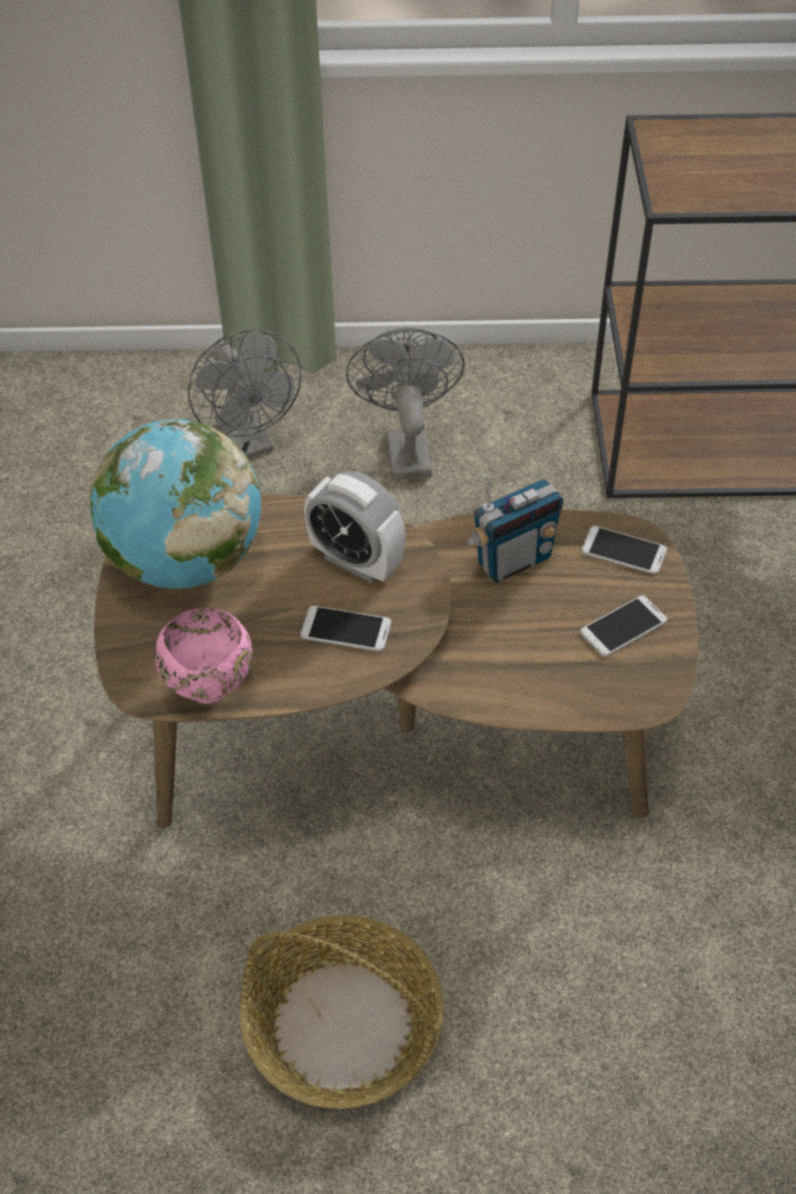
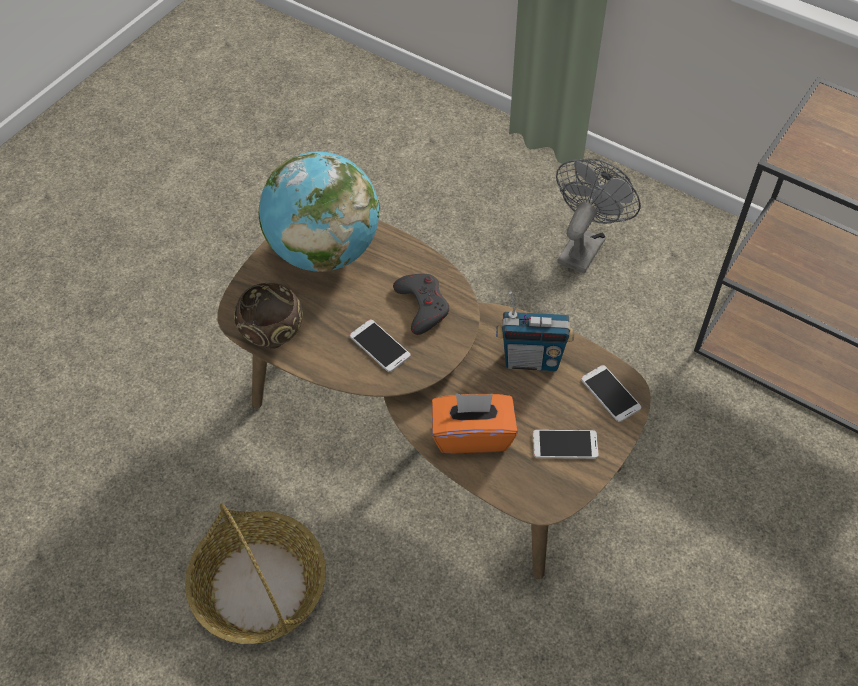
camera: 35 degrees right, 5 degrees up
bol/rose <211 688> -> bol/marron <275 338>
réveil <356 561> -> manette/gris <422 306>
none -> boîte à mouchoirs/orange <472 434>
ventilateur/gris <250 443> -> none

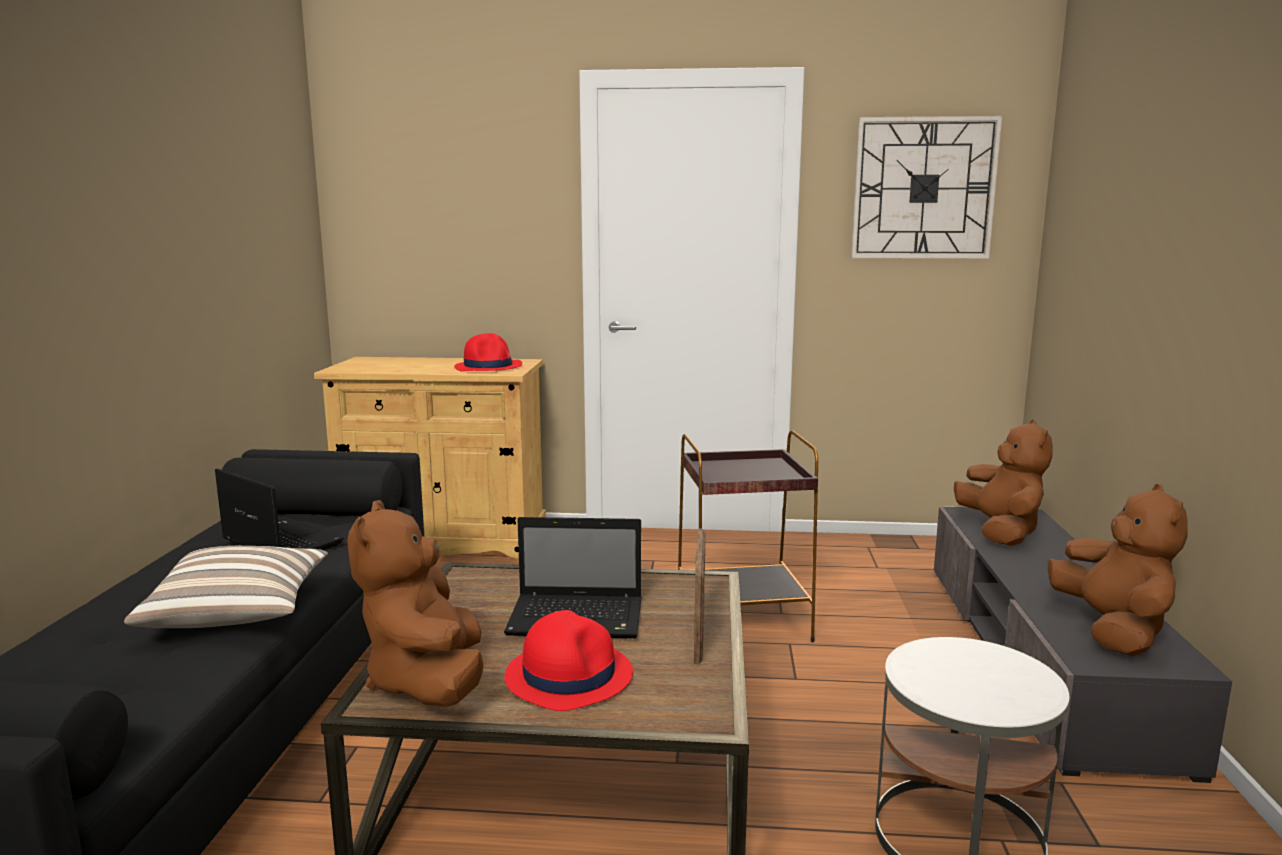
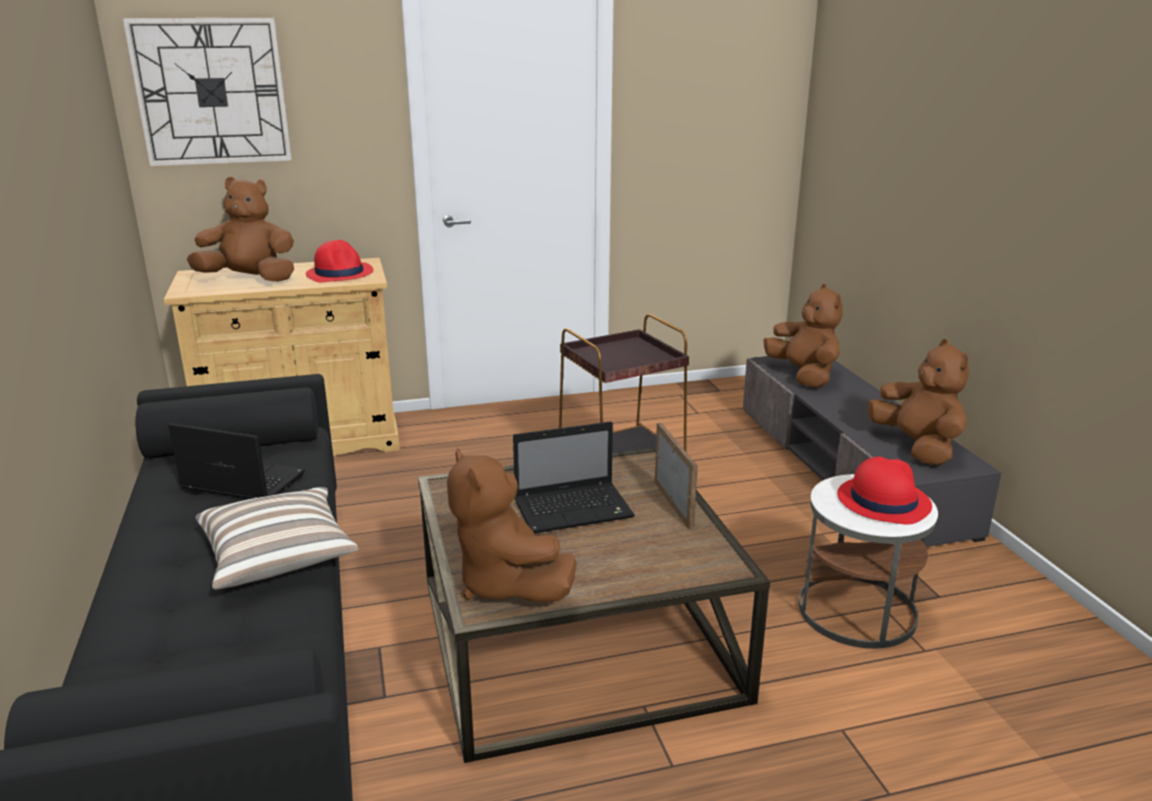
camera: 20 degrees left, 10 degrees up
horloge murale <923 188> -> horloge murale <211 92>, relocated
none -> peluche/marron <250 279>
chapeau/rouge <569 675> -> chapeau/rouge <883 501>, relocated

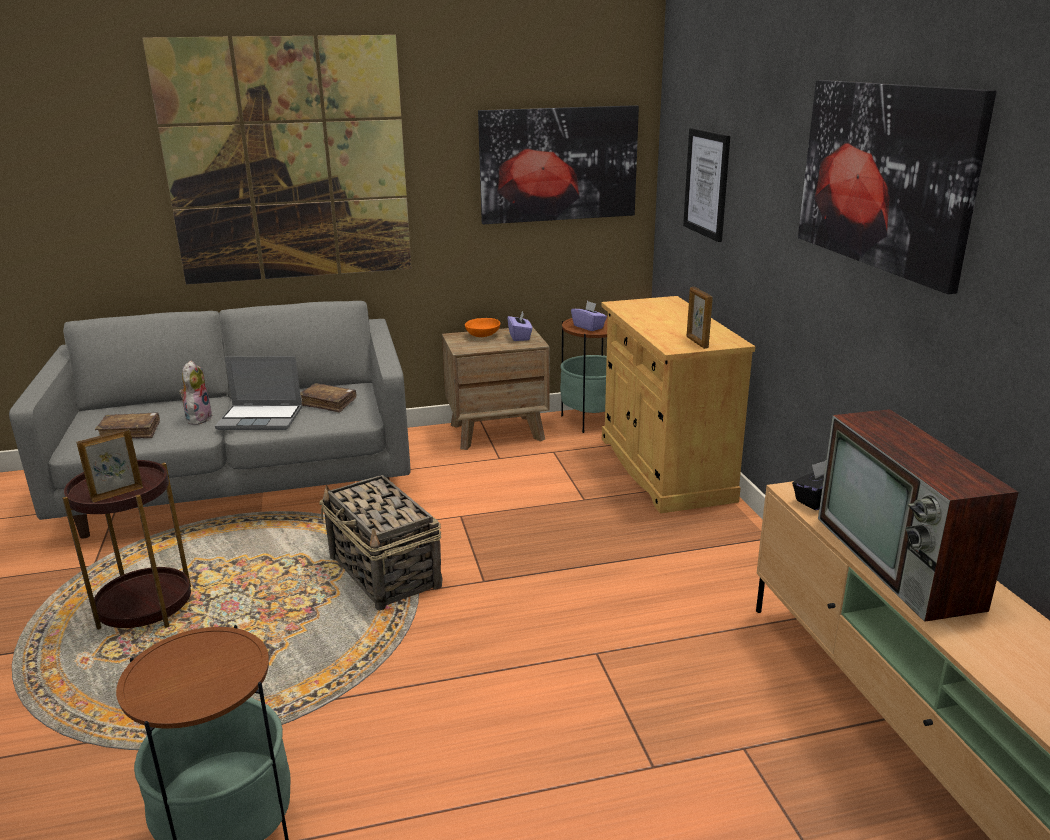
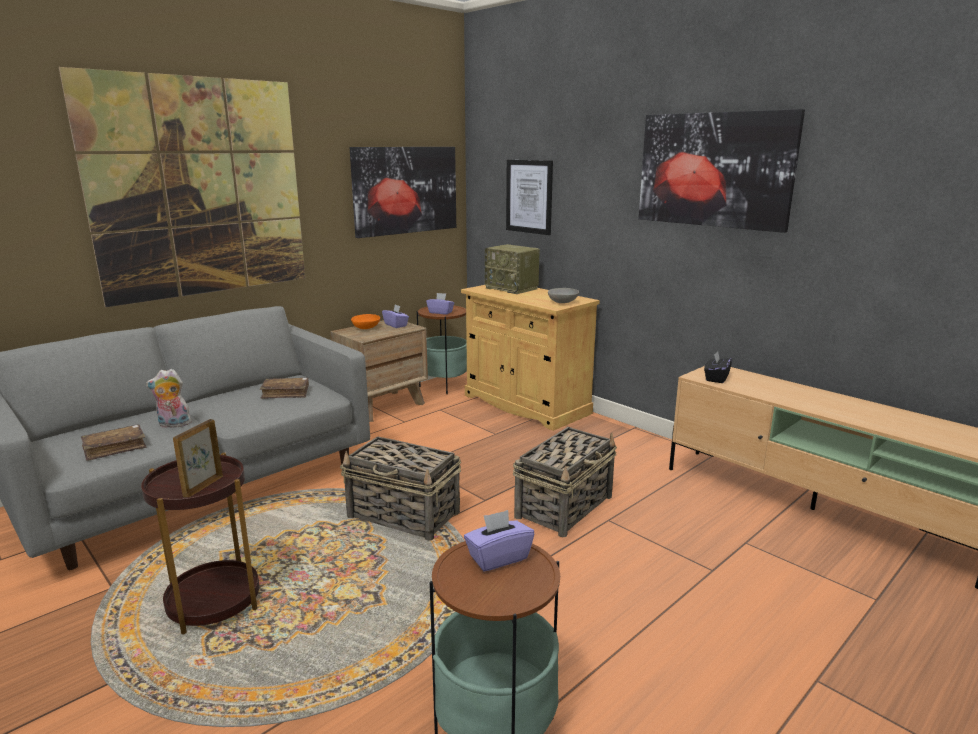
camera: 30 degrees left, 5 degrees down
peluche <198 418> -> peluche <173 425>, 75 degrees counterclockwise
none -> boîte à mouchoirs/violet <498 557>
none -> radio <512 288>
none -> panier <565 506>
cadre photo <696 342> -> bol/gris <563 302>
ordinateur portable <262 418> -> none
téléviseur <899 563> -> none

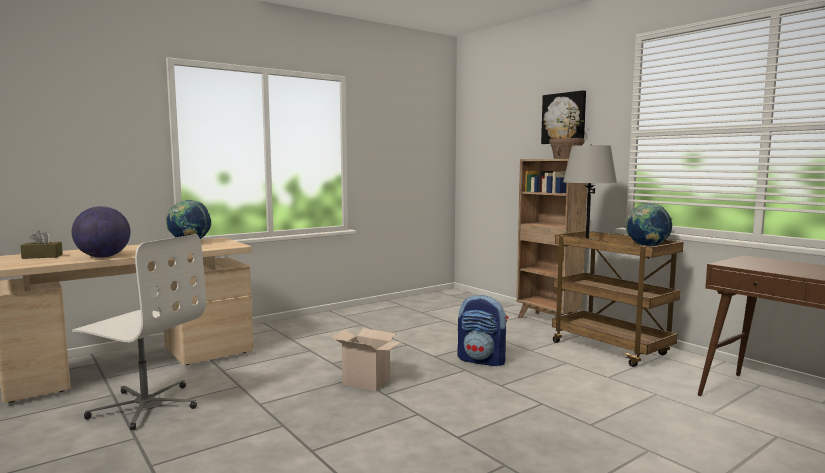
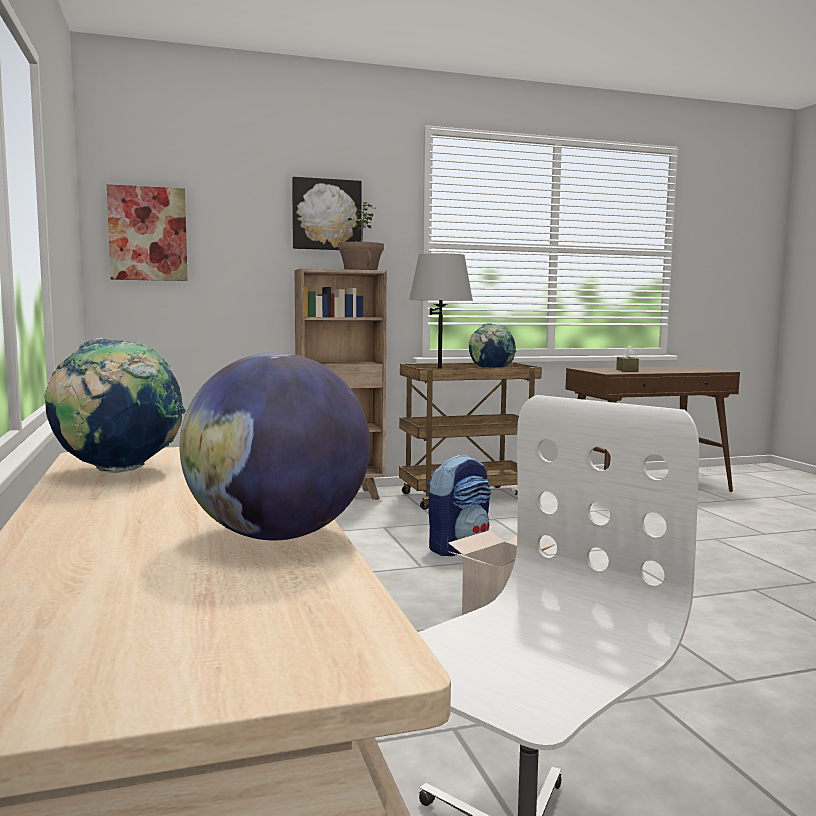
camera: 70 degrees left, 0 degrees up
none -> tableau <148 234>
boîte à mouchoirs/marron <42 256> -> boîte à mouchoirs/marron <627 370>, relocated

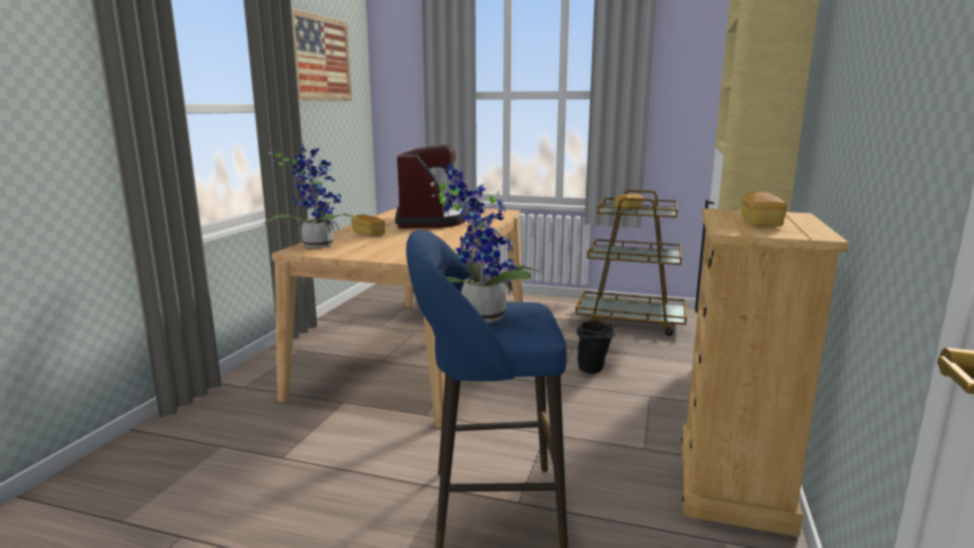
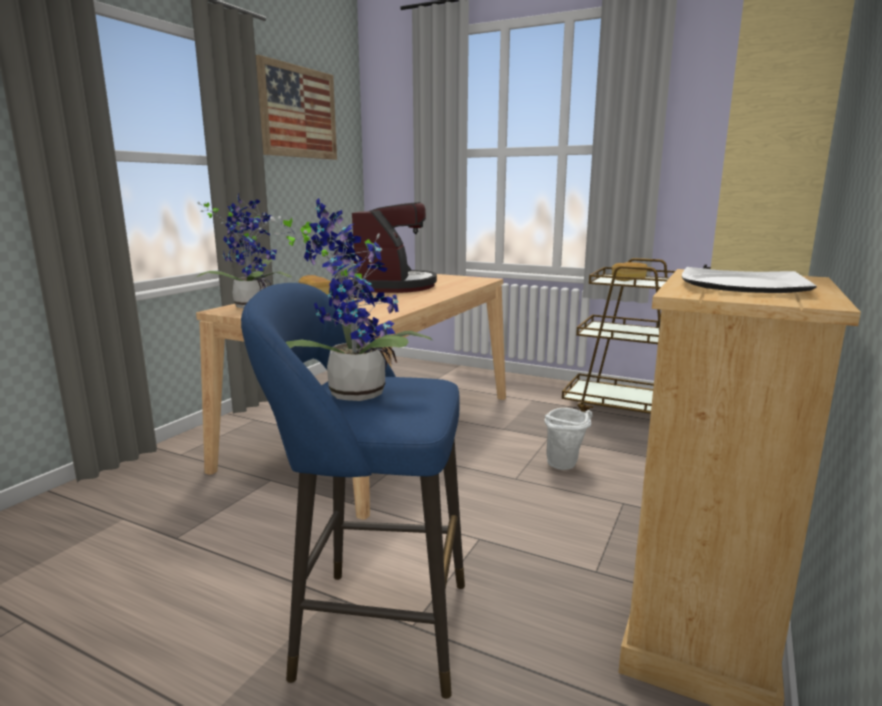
camera: 10 degrees right, 0 degrees up
seau/noir <594 371> -> seau/blanc <565 466>
pain <760 223> -> assiette <741 286>

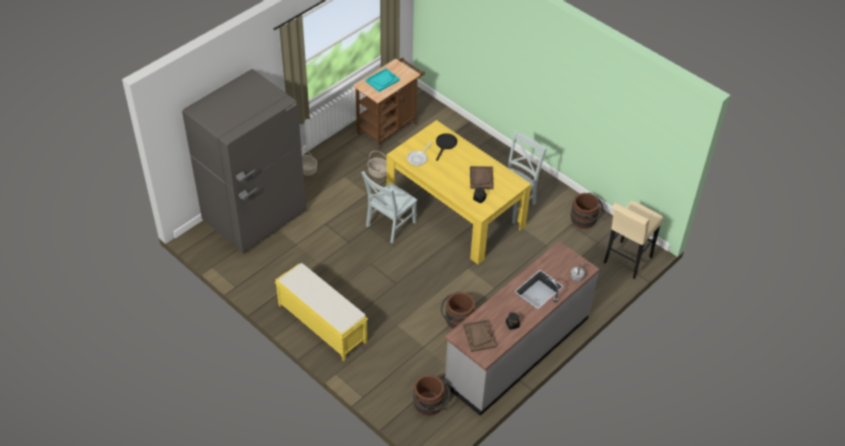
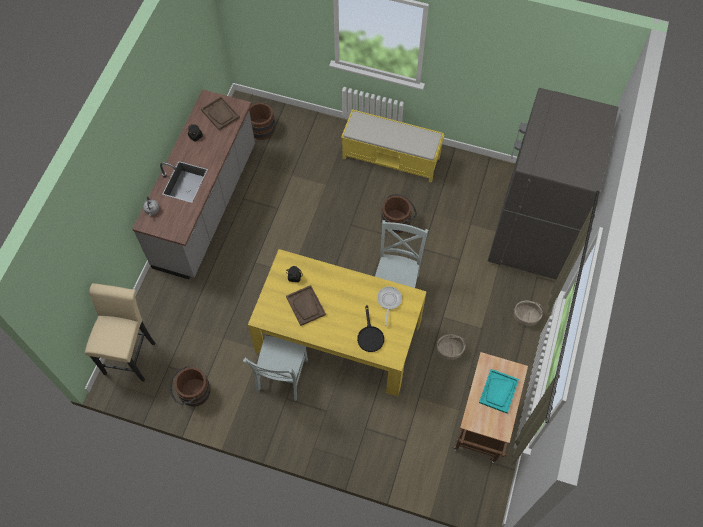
camera: 155 degrees right, 15 degrees up
seau/marron <456 320> -> seau/marron <398 220>, relocated

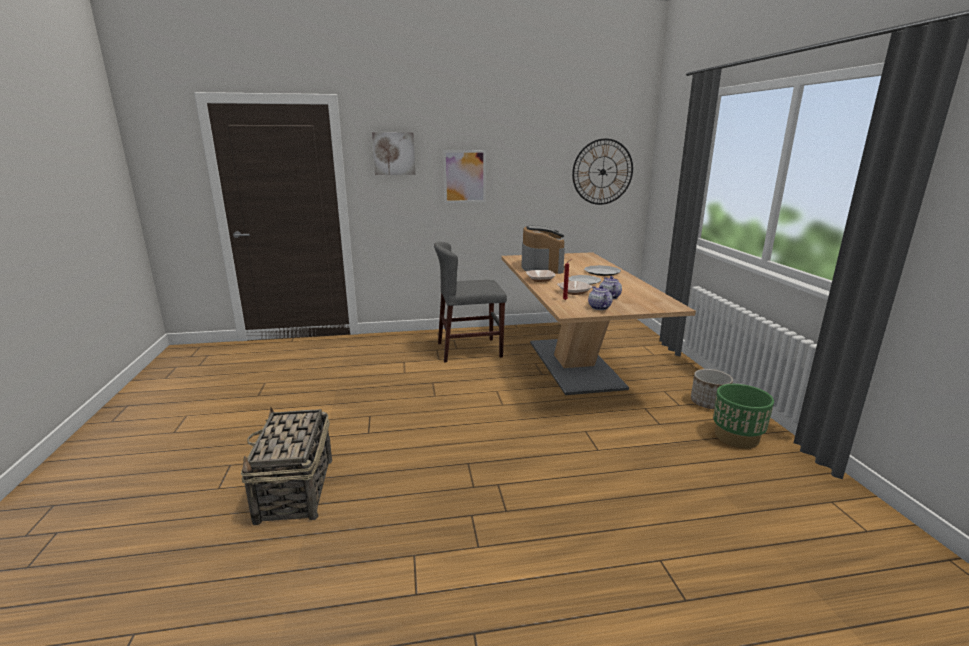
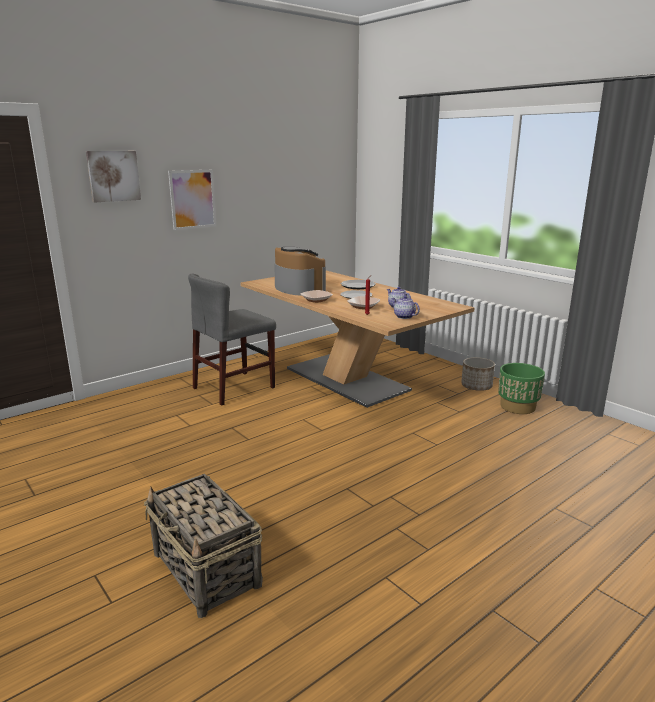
camera: 30 degrees left, 0 degrees up
horloge murale <602 172> -> none

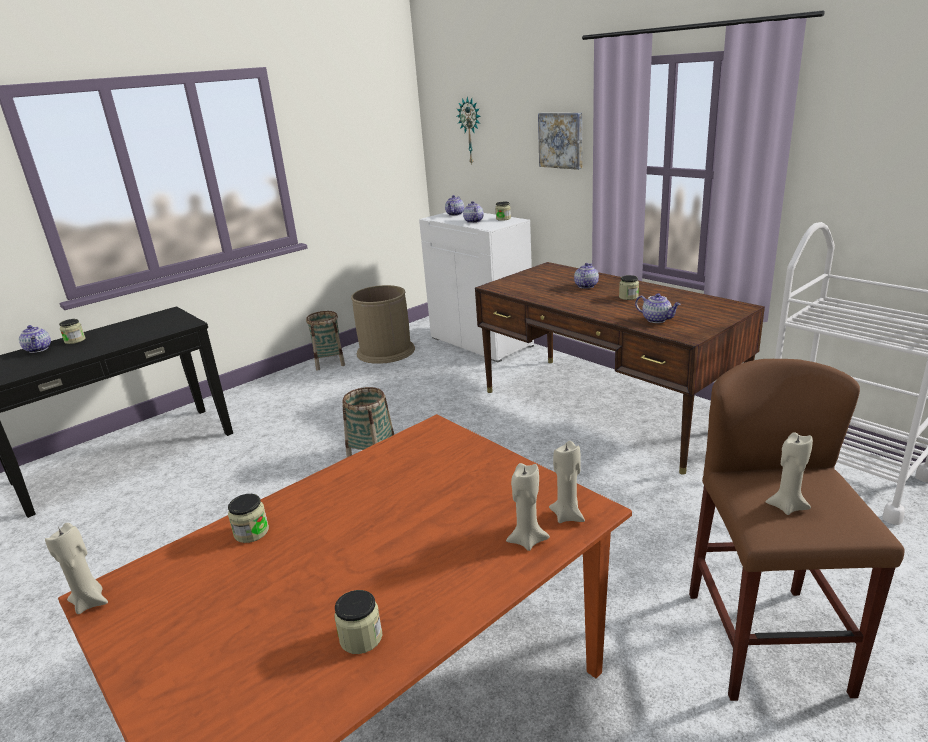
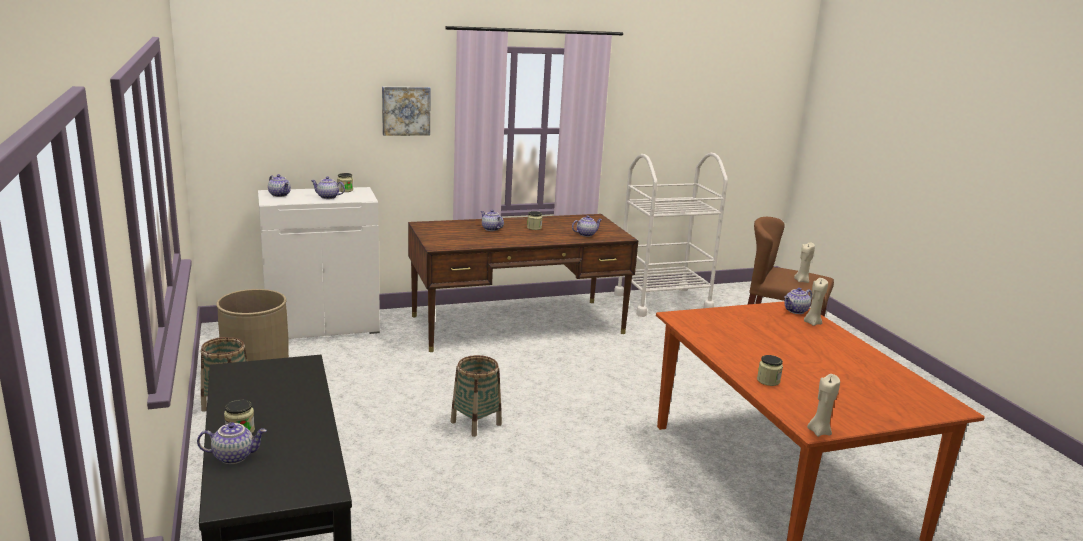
camera: 70 degrees left, 5 degrees down
bougie/beige <567 515> -> théière <796 311>
bocal <361 637> -> none
horloge murale <471 131> -> none

